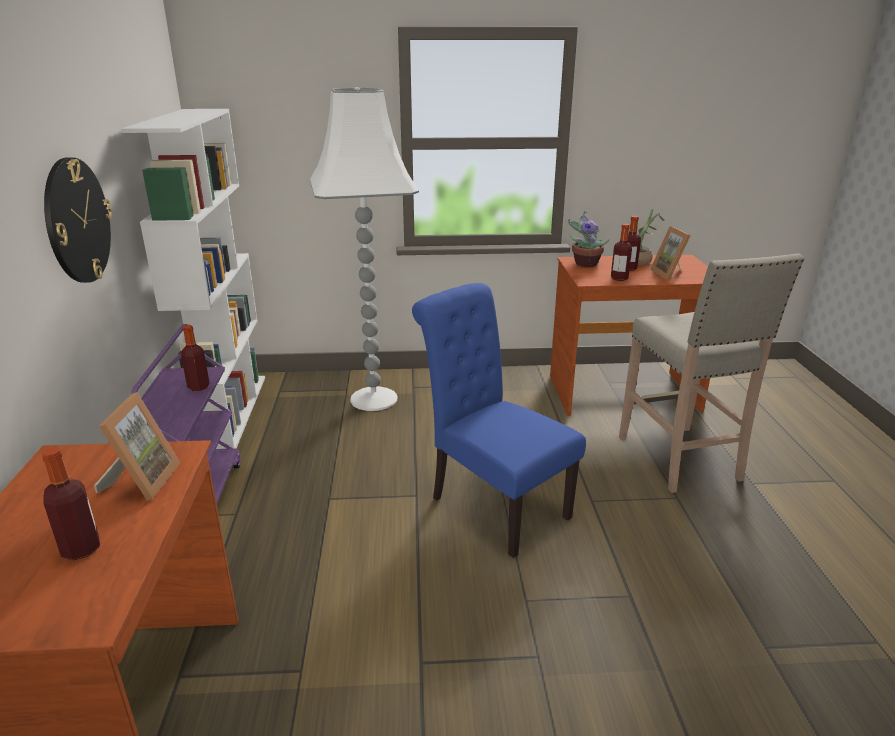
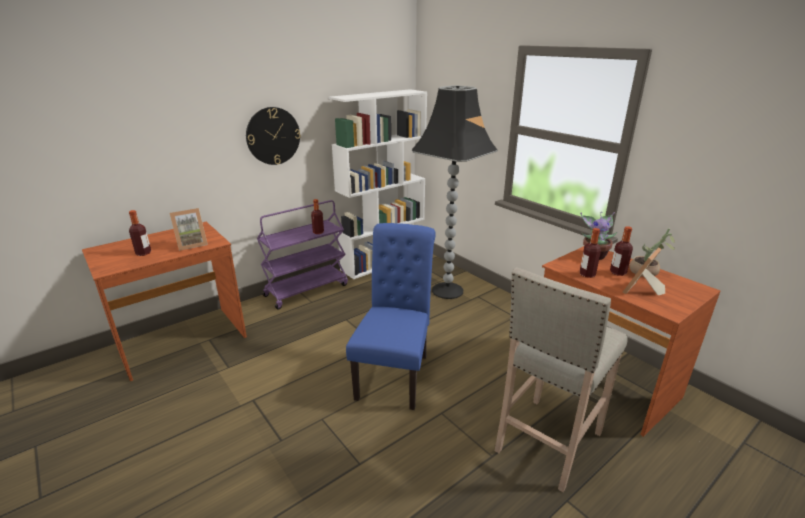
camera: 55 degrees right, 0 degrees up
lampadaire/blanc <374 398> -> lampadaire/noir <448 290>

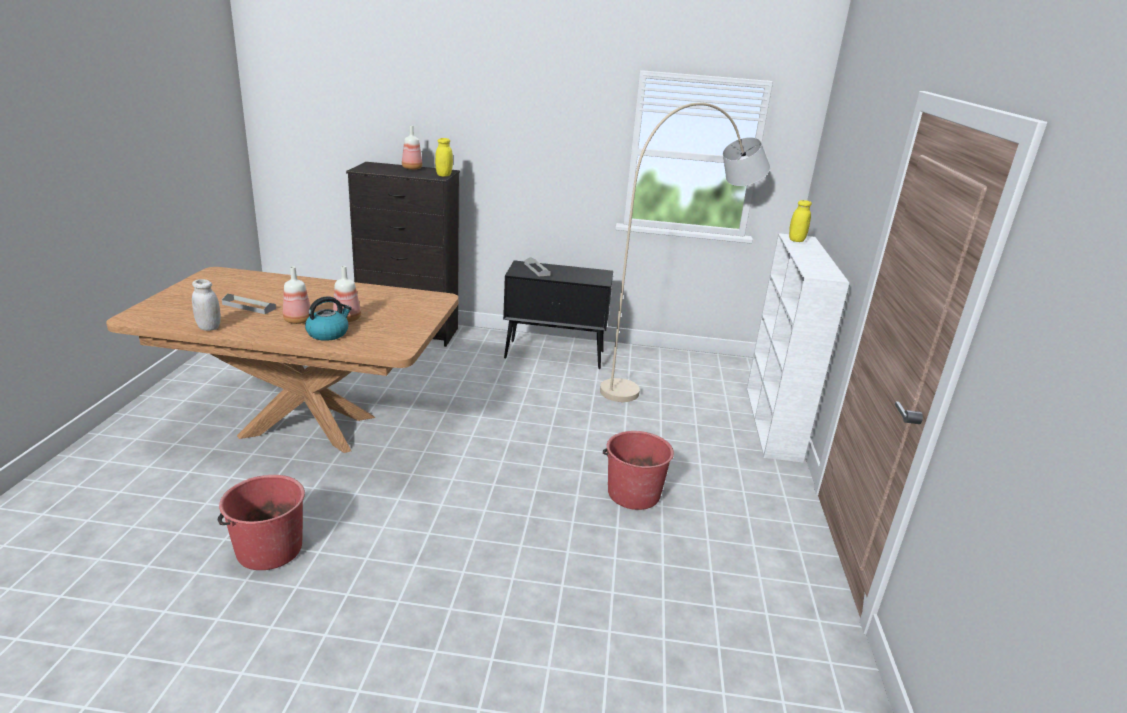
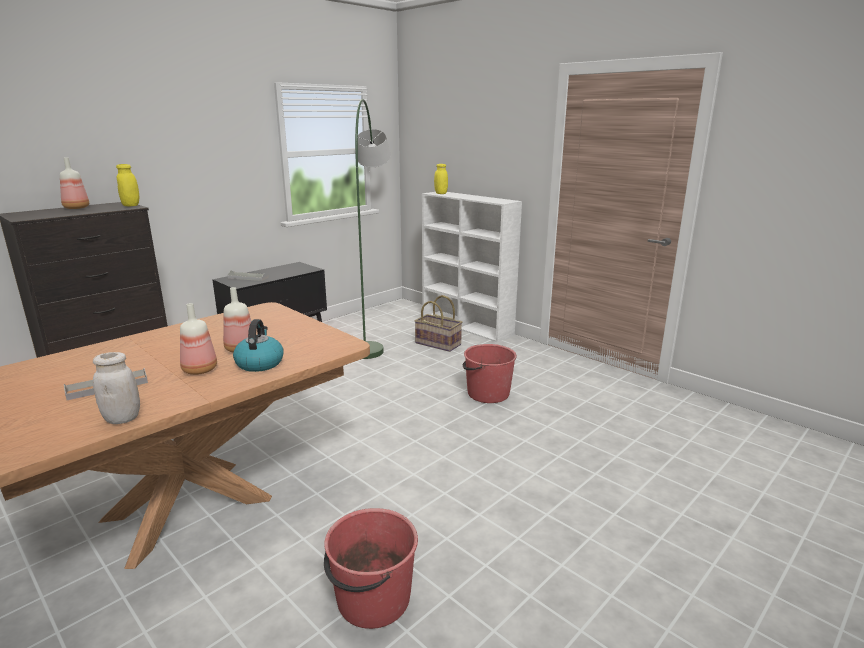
camera: 50 degrees left, 5 degrees down
lampadaire/beige <671 375> -> lampadaire/vert <373 329>
none -> panier <438 343>

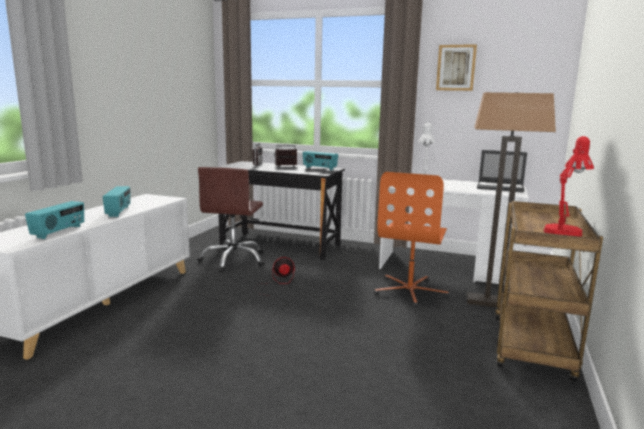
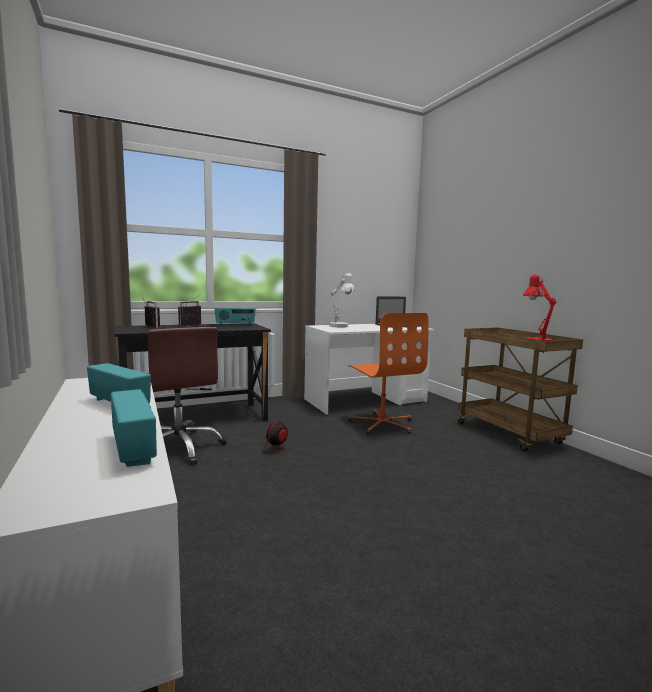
camera: 45 degrees left, 5 degrees down
tableau <456 68> -> none
lampadaire <492 303> -> none

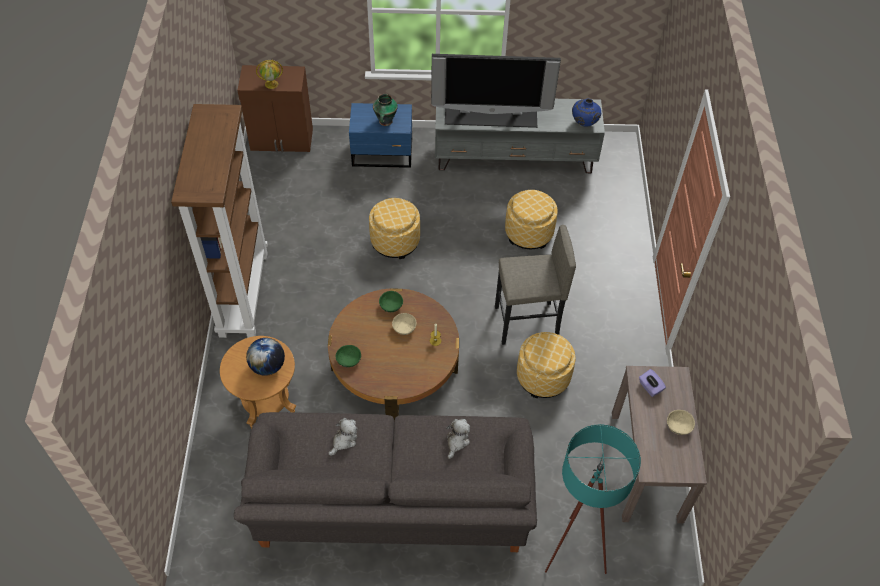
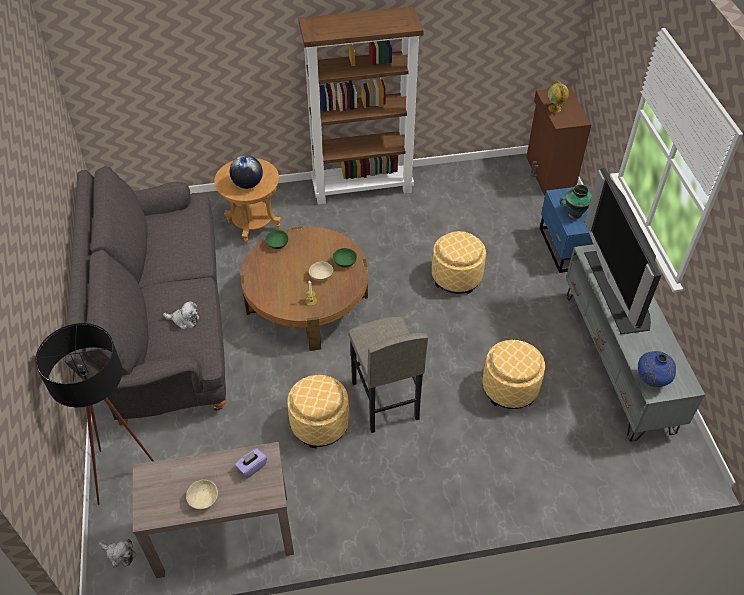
camera: 80 degrees right, 5 degrees down
lampadaire/turquoise <573 546> -> lampadaire/noir <127 472>
peluche <344 440> -> peluche <119 555>, relocated

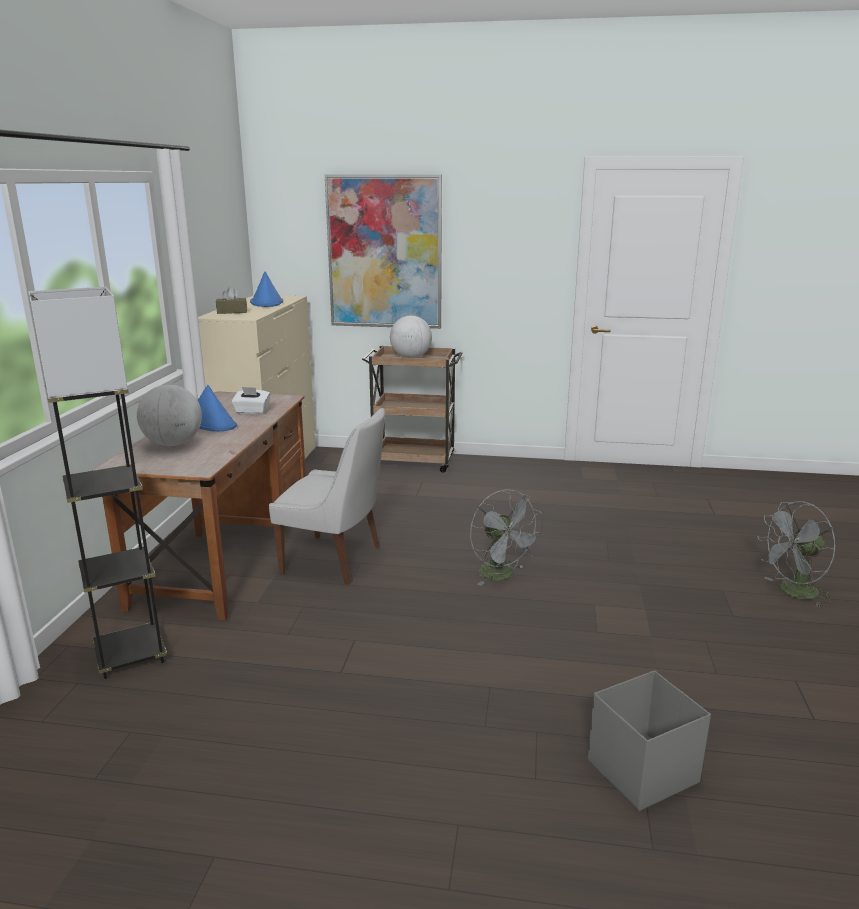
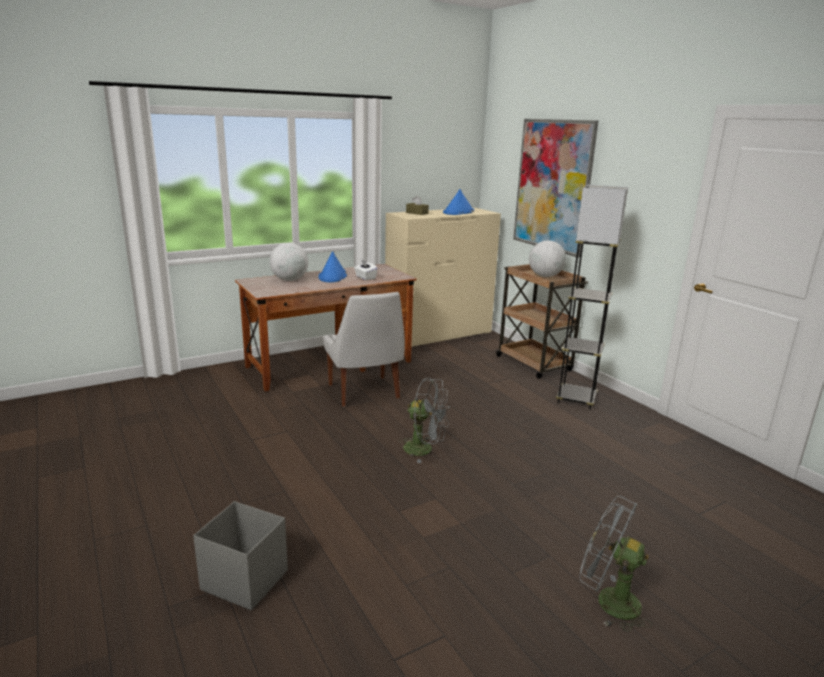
camera: 50 degrees right, 0 degrees up
ventilateur/gris <502 575> -> ventilateur/gris <424 449>, 90 degrees counterclockwise
lampadaire/gris <130 656> -> lampadaire/gris <576 399>, relocated

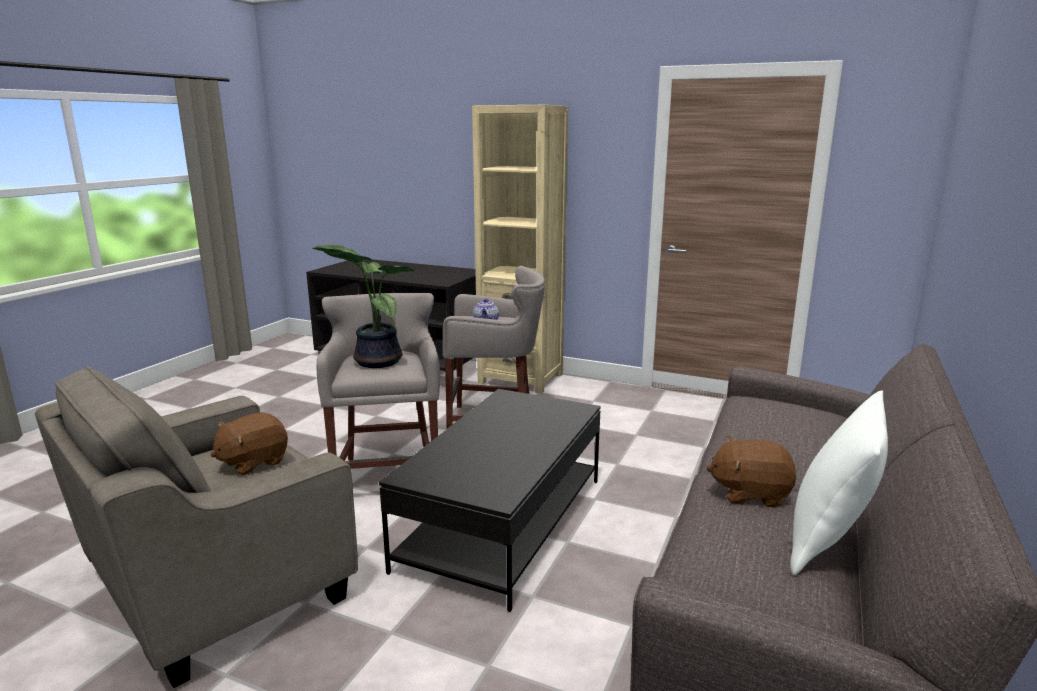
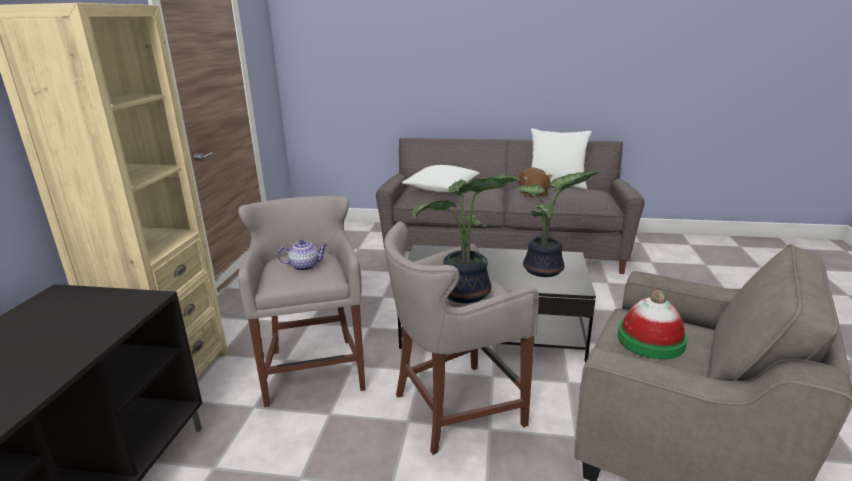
camera: 105 degrees left, 5 degrees up
none -> coussin/blanc <441 189>
none -> plante en pot <545 270>
peluche/marron <253 462> -> chapeau <650 340>

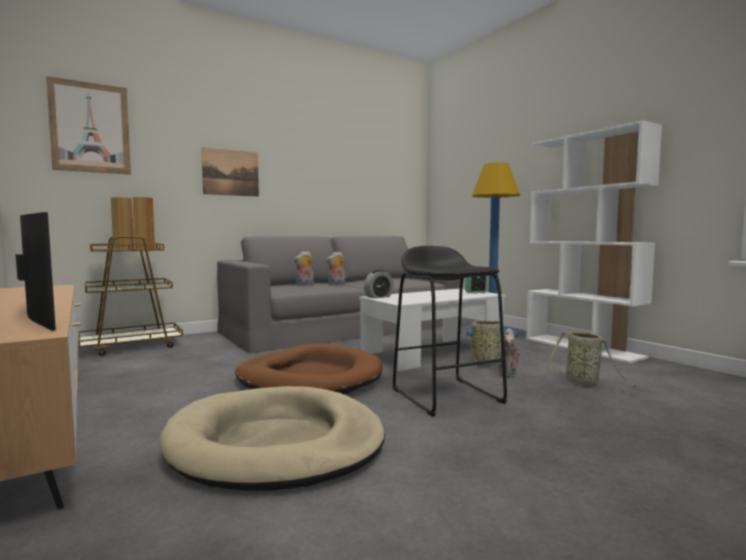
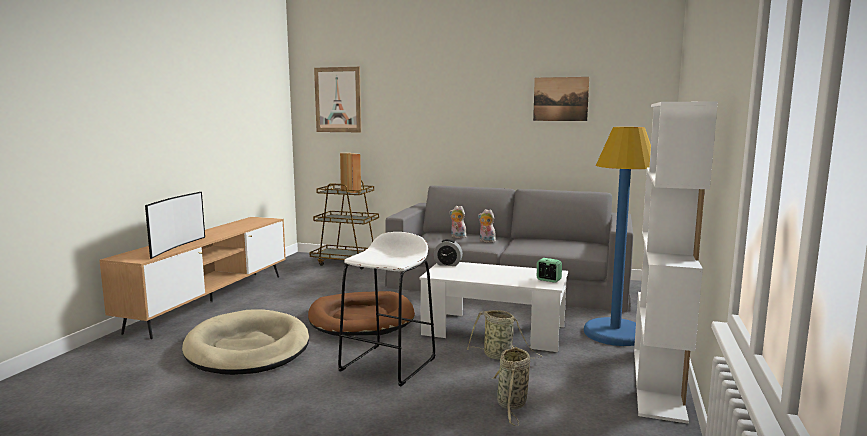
camera: 50 degrees right, 5 degrees up
tabouret/noir <447 396> -> tabouret/blanc <388 364>
tableau <230 172> -> tableau <560 99>, relocated
peluche <509 375> -> none

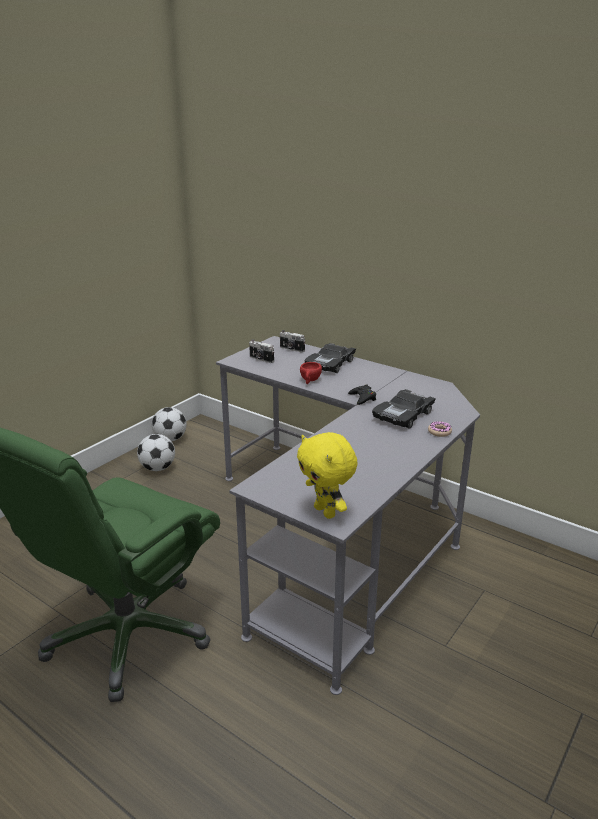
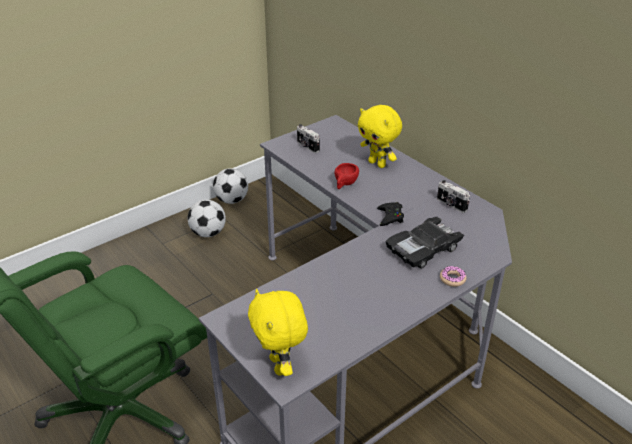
camera: 15 degrees right, 10 degrees up
petite voiture/noir <330 364> -> peluche/jaune <378 164>
appareil photo <291 349> -> appareil photo <451 205>, relocated

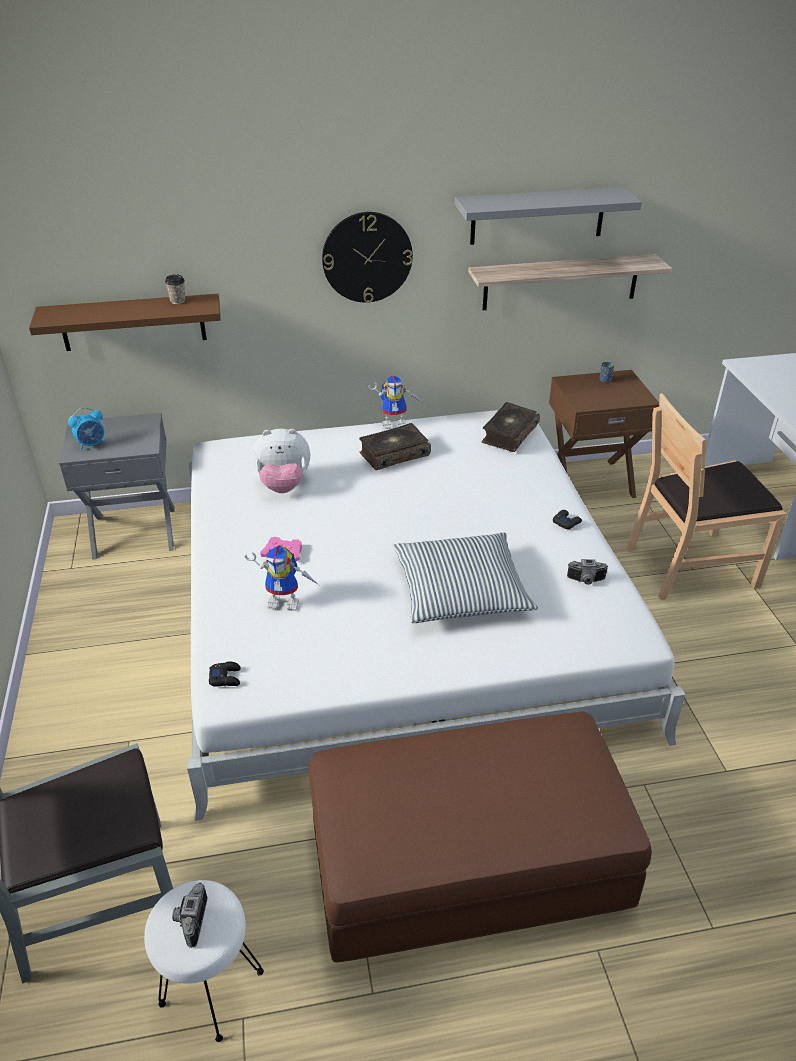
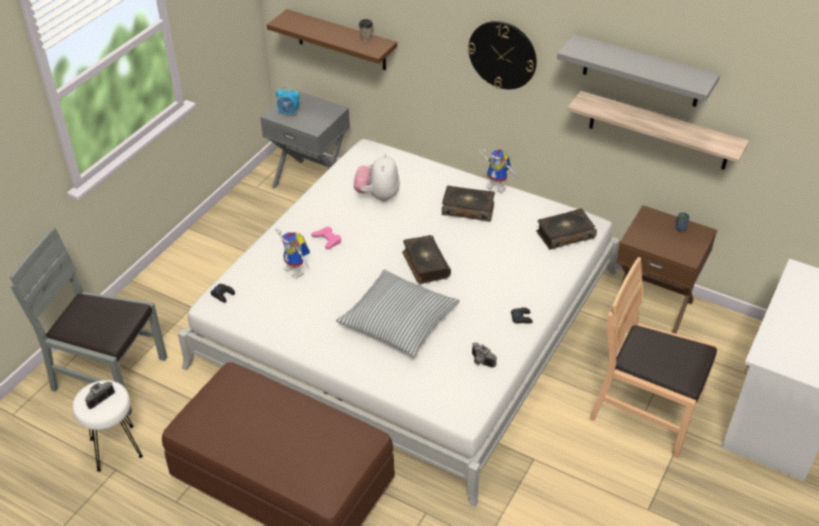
camera: 40 degrees right, 5 degrees up
peluche <283 485> -> peluche <378 195>, 60 degrees clockwise
none -> livre <425 264>

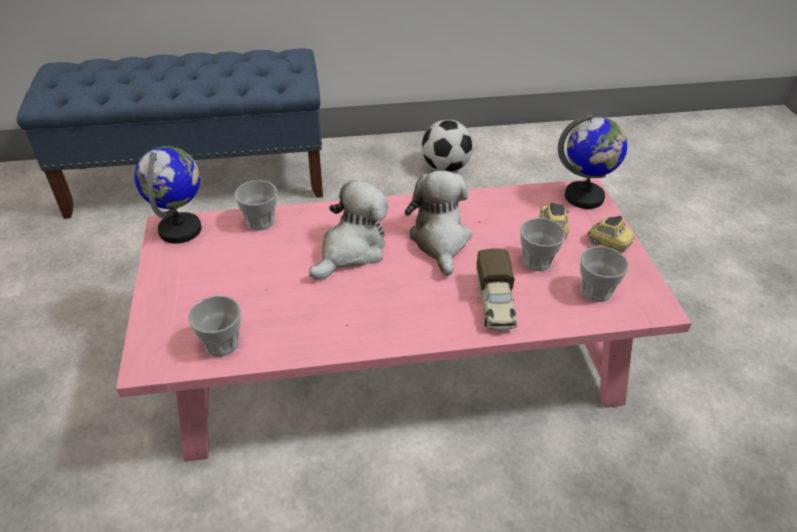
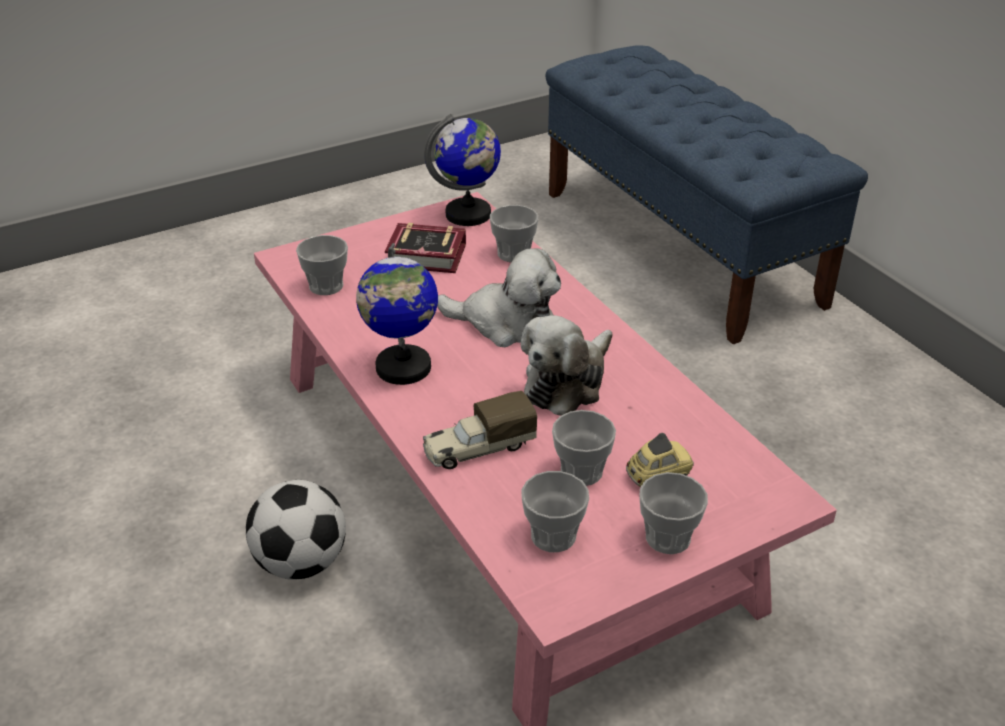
camera: 70 degrees right, 5 degrees down
ballon de foot <446 168> -> ballon de foot <301 563>, relocated
globe <584 197> -> globe <402 368>, relocated
none -> livre <429 257>
peluche <440 240> -> peluche <567 383>, 150 degrees clockwise
petite voiture <608 244> -> tasse <668 538>

